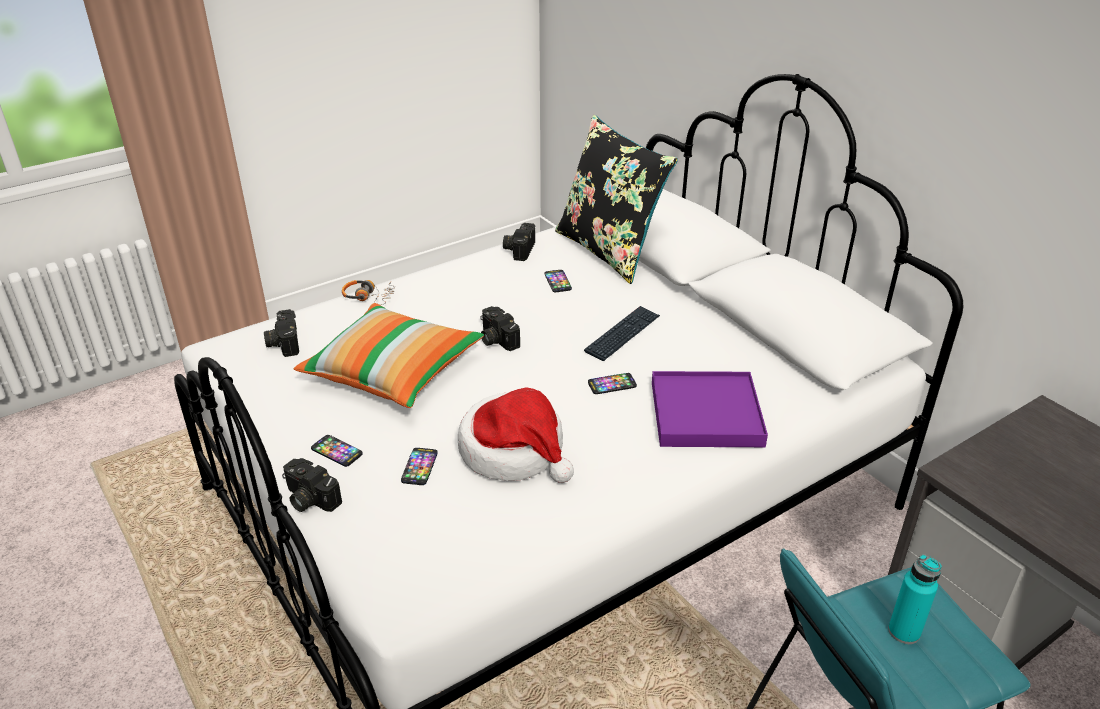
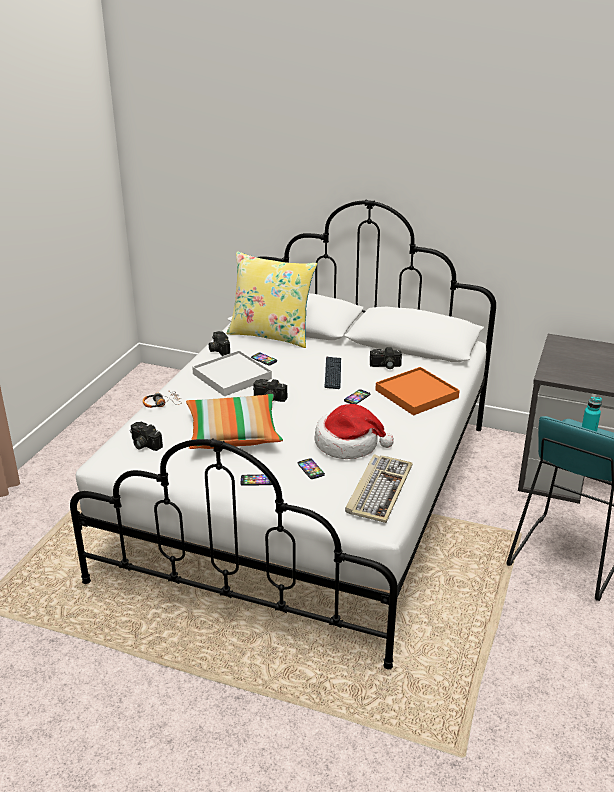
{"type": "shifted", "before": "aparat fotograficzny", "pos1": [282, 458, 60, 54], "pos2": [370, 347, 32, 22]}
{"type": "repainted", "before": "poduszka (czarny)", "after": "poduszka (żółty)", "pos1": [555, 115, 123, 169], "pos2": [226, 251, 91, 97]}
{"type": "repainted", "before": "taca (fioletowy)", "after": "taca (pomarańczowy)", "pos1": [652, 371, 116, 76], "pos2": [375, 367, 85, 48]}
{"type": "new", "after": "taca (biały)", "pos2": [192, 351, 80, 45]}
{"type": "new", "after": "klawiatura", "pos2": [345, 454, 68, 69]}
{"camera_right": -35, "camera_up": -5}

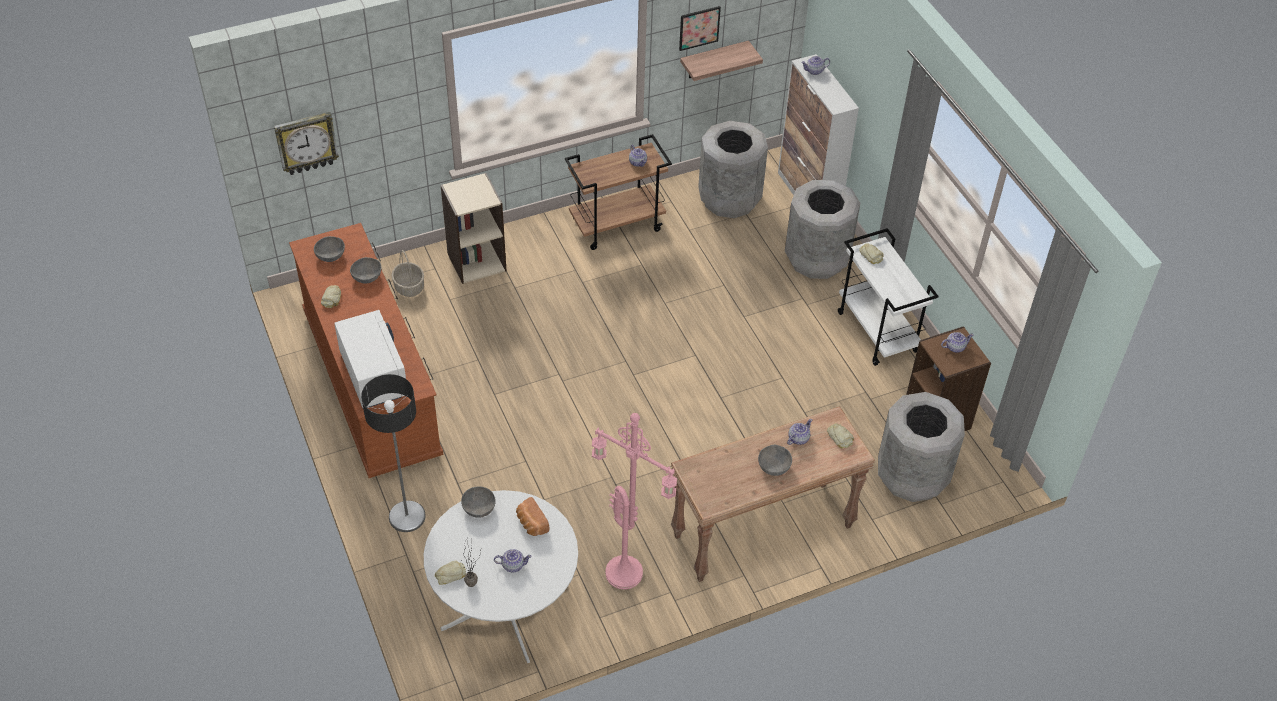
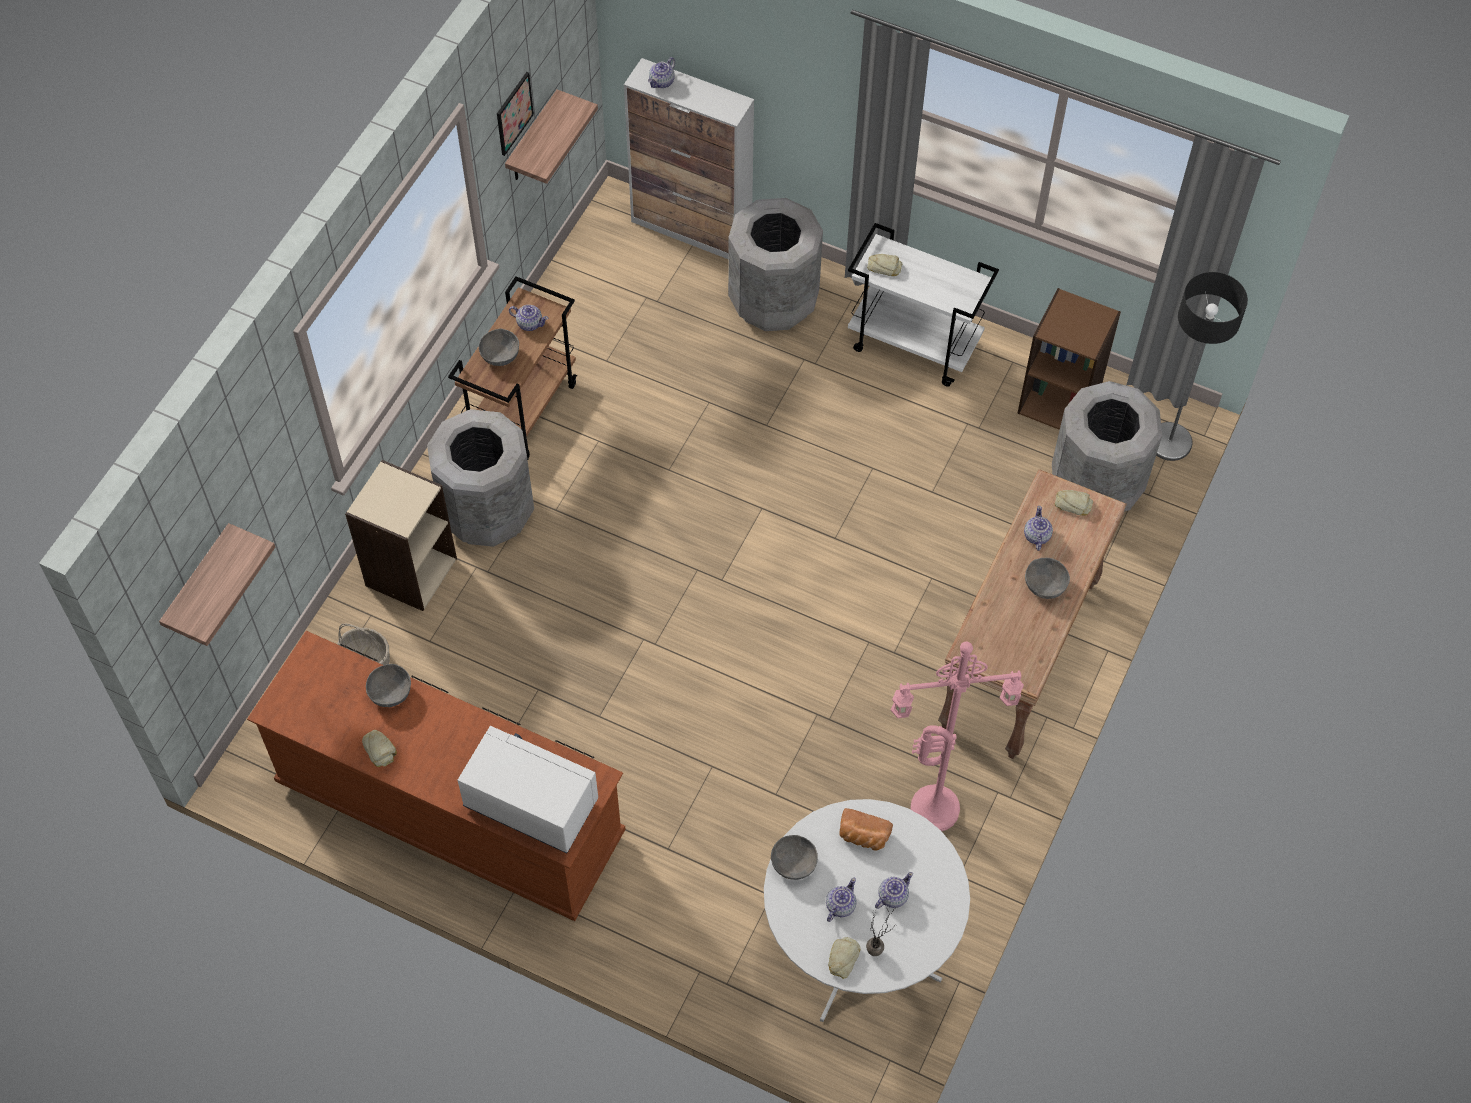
{"type": "swapped", "before": "zegar ścienny", "after": "półka", "pos1": [274, 112, 65, 63], "pos2": [159, 523, 116, 123]}
{"type": "shifted", "before": "miska (szary)", "pos1": [314, 236, 31, 26], "pos2": [479, 329, 40, 37]}
{"type": "shifted", "before": "lampa stojąca", "pos1": [361, 374, 65, 158], "pos2": [1156, 272, 92, 189]}
{"type": "shifted", "before": "kosz na śmieci (szary)", "pos1": [698, 121, 70, 97], "pos2": [427, 409, 107, 138]}
{"type": "shifted", "before": "imbryk", "pos1": [941, 332, 33, 21], "pos2": [826, 878, 31, 44]}
{"camera_right": -40, "camera_up": 10}

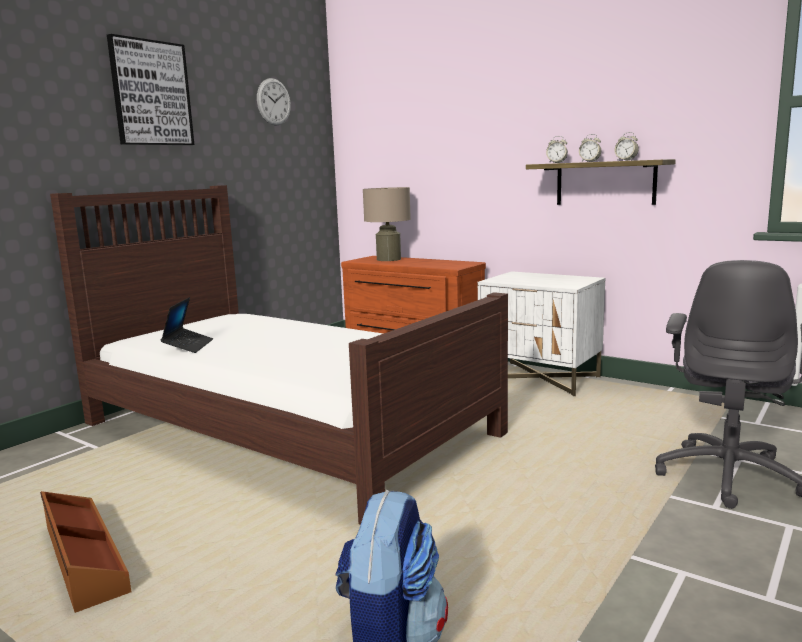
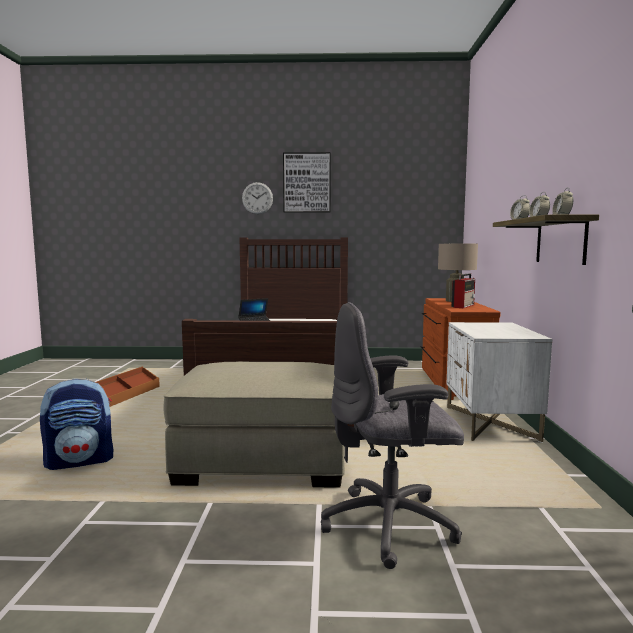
{"type": "shifted", "before": "zegar ścienny", "pos1": [257, 78, 34, 48], "pos2": [242, 182, 31, 32]}
{"type": "new", "after": "pufa (beżowy)", "pos2": [163, 362, 182, 126]}
{"type": "new", "after": "radio", "pos2": [451, 273, 24, 35]}
{"camera_right": 55, "camera_up": -5}

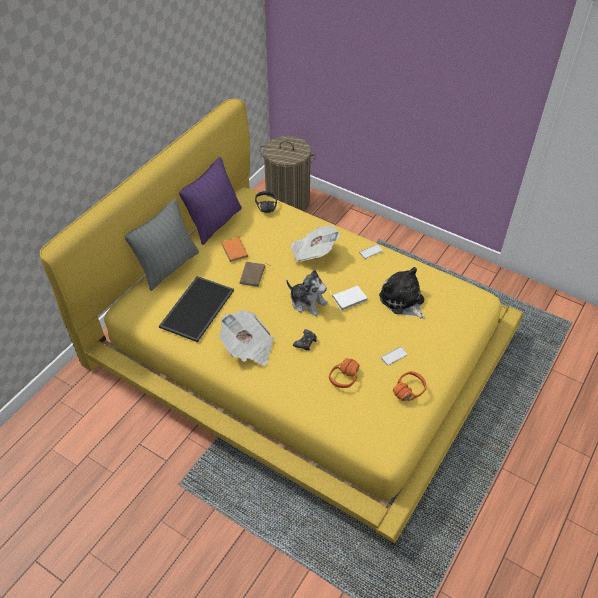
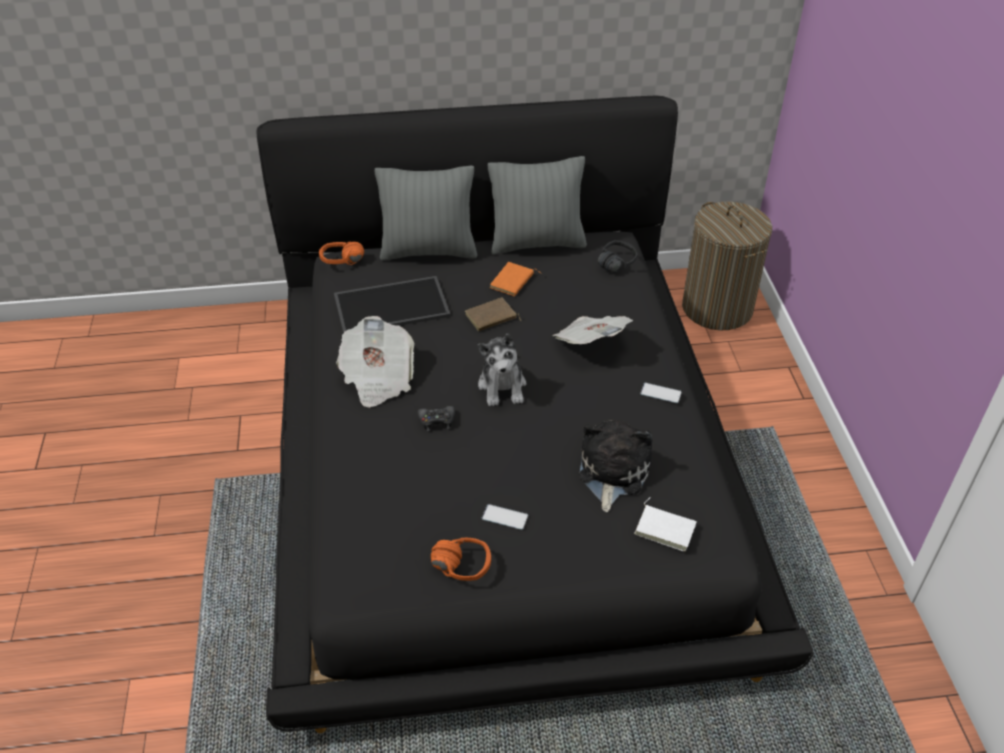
{"type": "repainted", "before": "łóżko (żółty)", "after": "łóżko (czarny)", "pos1": [40, 99, 484, 444], "pos2": [257, 96, 557, 637]}
{"type": "repainted", "before": "poduszka (fioletowy)", "after": "poduszka (szary)", "pos1": [179, 157, 63, 88], "pos2": [488, 156, 99, 99]}
{"type": "shifted", "before": "słuchawki (pomarańczowy)", "pos1": [329, 358, 30, 30], "pos2": [319, 242, 45, 23]}
{"type": "shifted", "before": "książka (biały)", "pos1": [330, 285, 37, 26], "pos2": [634, 497, 63, 55]}
{"camera_right": 50, "camera_up": -5}

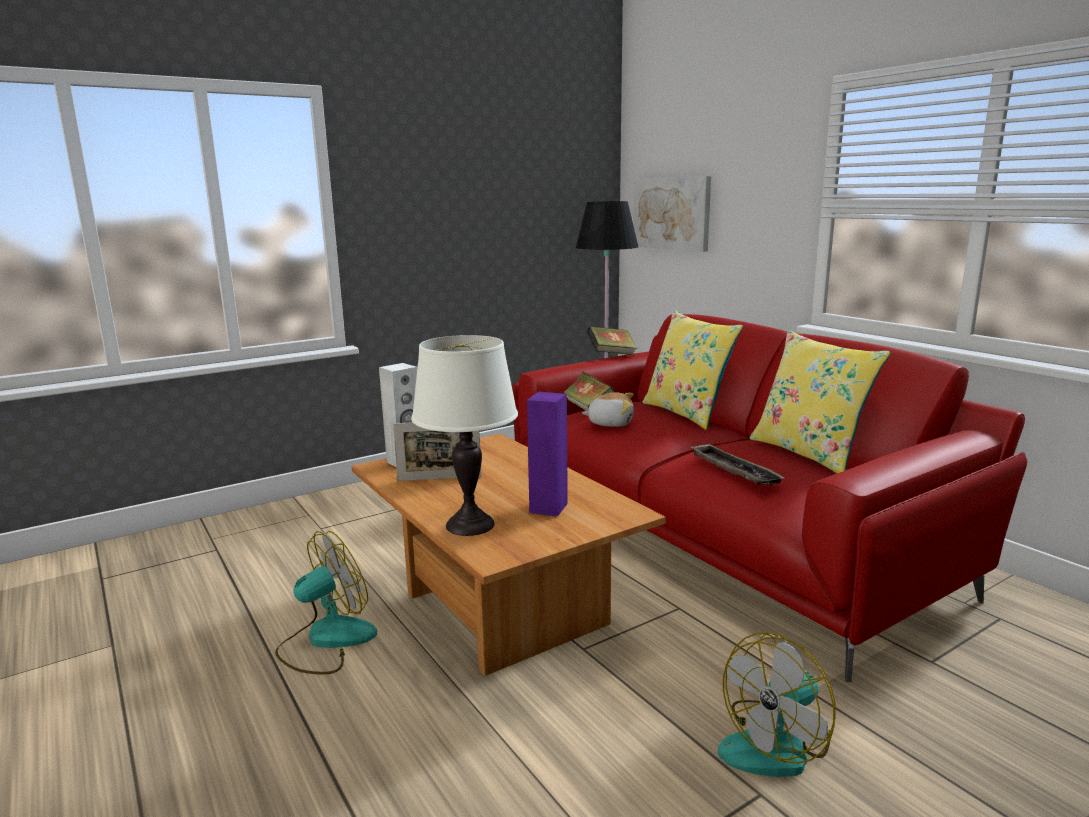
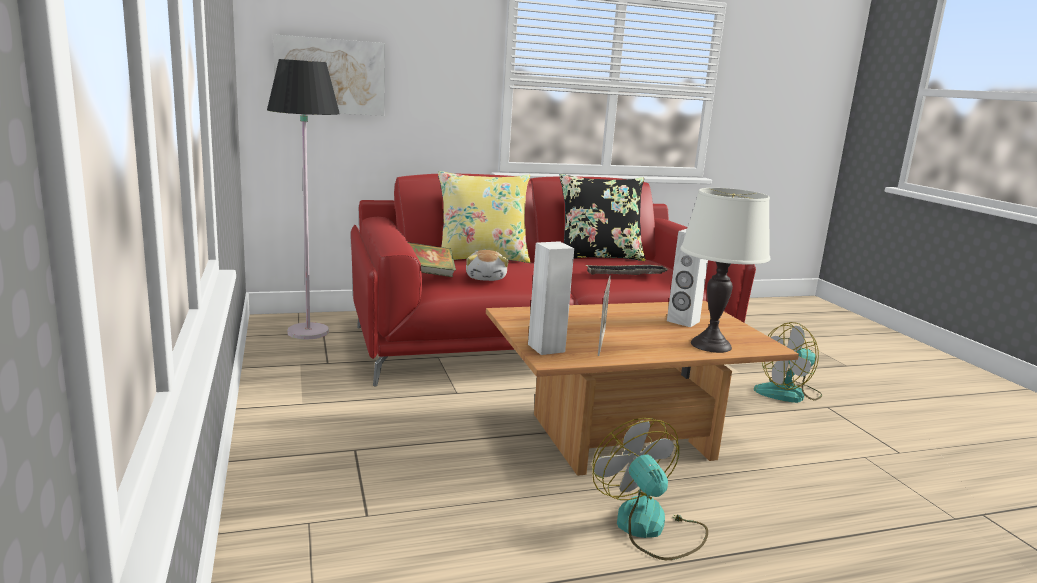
{"type": "repainted", "before": "głośnik (fioletowy)", "after": "głośnik (biały)", "pos1": [527, 392, 41, 125], "pos2": [667, 229, 41, 98]}
{"type": "rotated", "before": "pluszak", "pos1": [582, 393, 52, 34], "pos2": [466, 250, 43, 31], "turn": 150}
{"type": "gone", "before": "książka", "pos1": [587, 326, 50, 29]}
{"type": "rotated", "before": "wentylator", "pos1": [718, 632, 117, 145], "pos2": [754, 322, 68, 81], "turn": 90}
{"type": "repainted", "before": "poduszka (żółty)", "after": "poduszka (czarny)", "pos1": [750, 331, 141, 142], "pos2": [560, 174, 86, 87]}
{"camera_right": -75, "camera_up": 0}

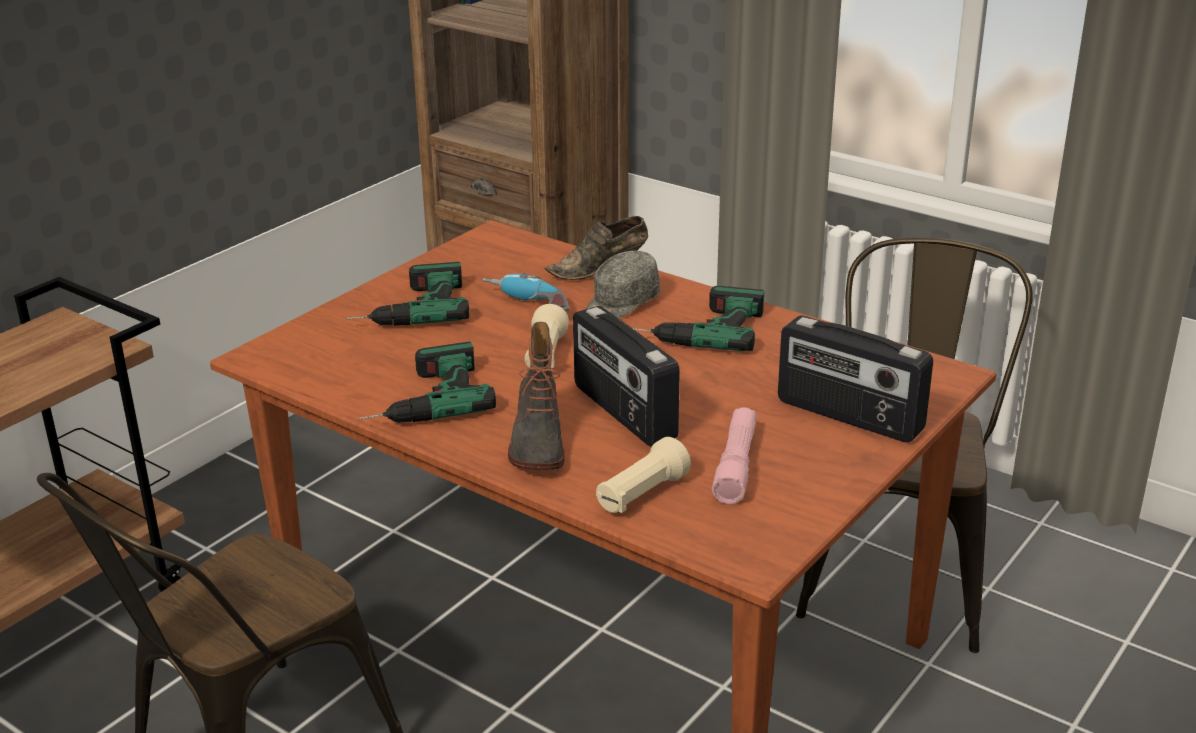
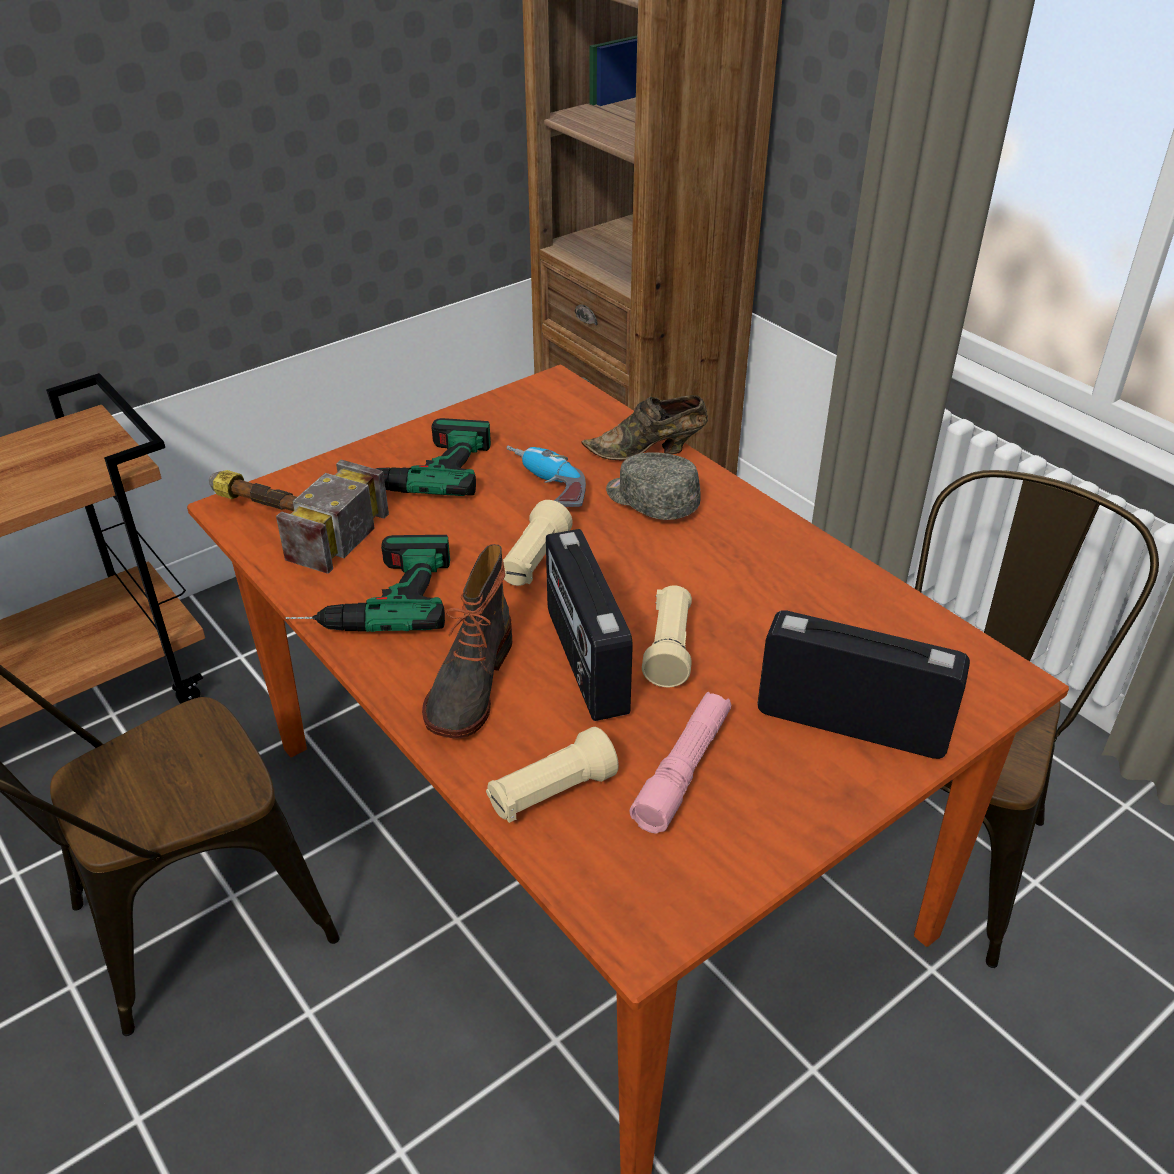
{"type": "rotated", "before": "czapka z daszkiem (szary)", "pos1": [586, 251, 74, 67], "pos2": [606, 452, 94, 68], "turn": 75}
{"type": "gone", "before": "wiertarka", "pos1": [632, 286, 132, 65]}
{"type": "rotated", "before": "radio", "pos1": [778, 316, 155, 127], "pos2": [757, 610, 213, 149], "turn": 150}
{"type": "new", "after": "młotek", "pos2": [209, 460, 180, 114]}
{"type": "new", "after": "latarka (beżowy)", "pos2": [642, 586, 50, 101]}
{"camera_right": 15, "camera_up": 10}

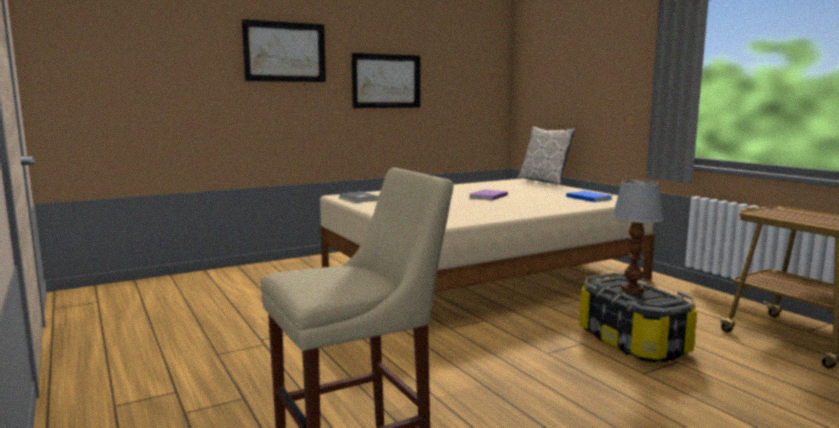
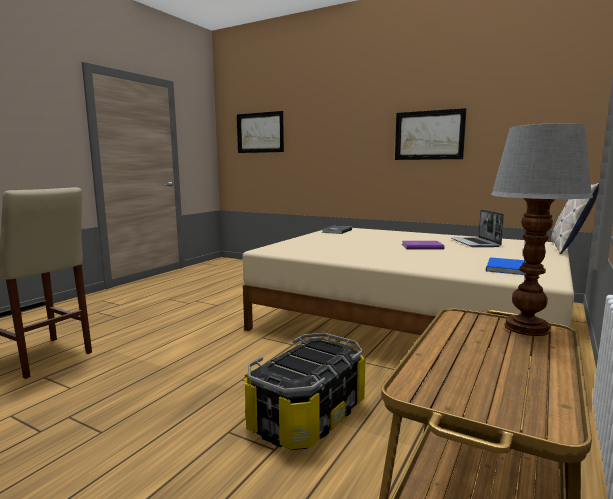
{"type": "shifted", "before": "obraz", "pos1": [242, 19, 84, 63], "pos2": [237, 111, 47, 42]}
{"type": "shifted", "before": "lampa stołowa", "pos1": [612, 180, 51, 113], "pos2": [491, 123, 102, 213]}
{"type": "new", "after": "laptop", "pos2": [451, 209, 53, 38]}
{"camera_right": 60, "camera_up": 0}

